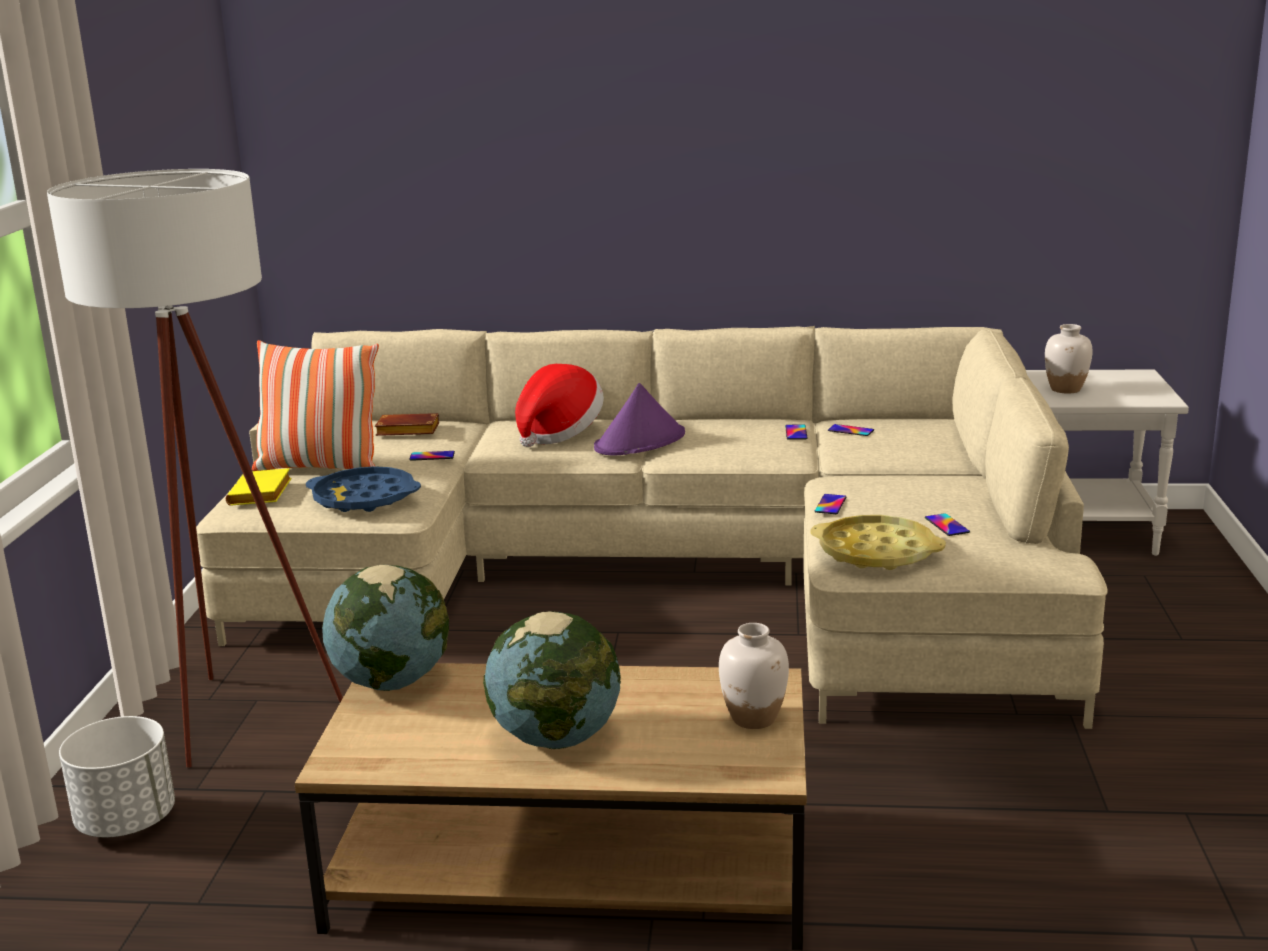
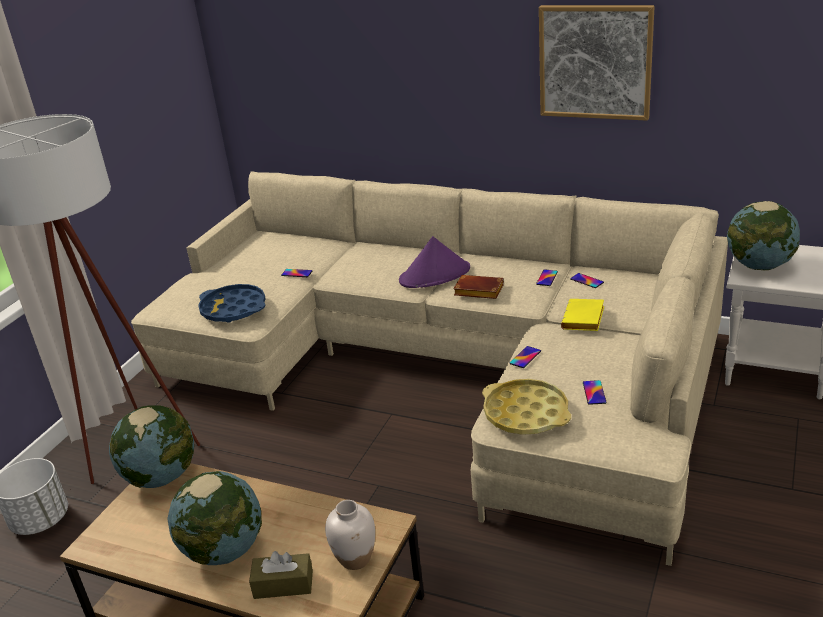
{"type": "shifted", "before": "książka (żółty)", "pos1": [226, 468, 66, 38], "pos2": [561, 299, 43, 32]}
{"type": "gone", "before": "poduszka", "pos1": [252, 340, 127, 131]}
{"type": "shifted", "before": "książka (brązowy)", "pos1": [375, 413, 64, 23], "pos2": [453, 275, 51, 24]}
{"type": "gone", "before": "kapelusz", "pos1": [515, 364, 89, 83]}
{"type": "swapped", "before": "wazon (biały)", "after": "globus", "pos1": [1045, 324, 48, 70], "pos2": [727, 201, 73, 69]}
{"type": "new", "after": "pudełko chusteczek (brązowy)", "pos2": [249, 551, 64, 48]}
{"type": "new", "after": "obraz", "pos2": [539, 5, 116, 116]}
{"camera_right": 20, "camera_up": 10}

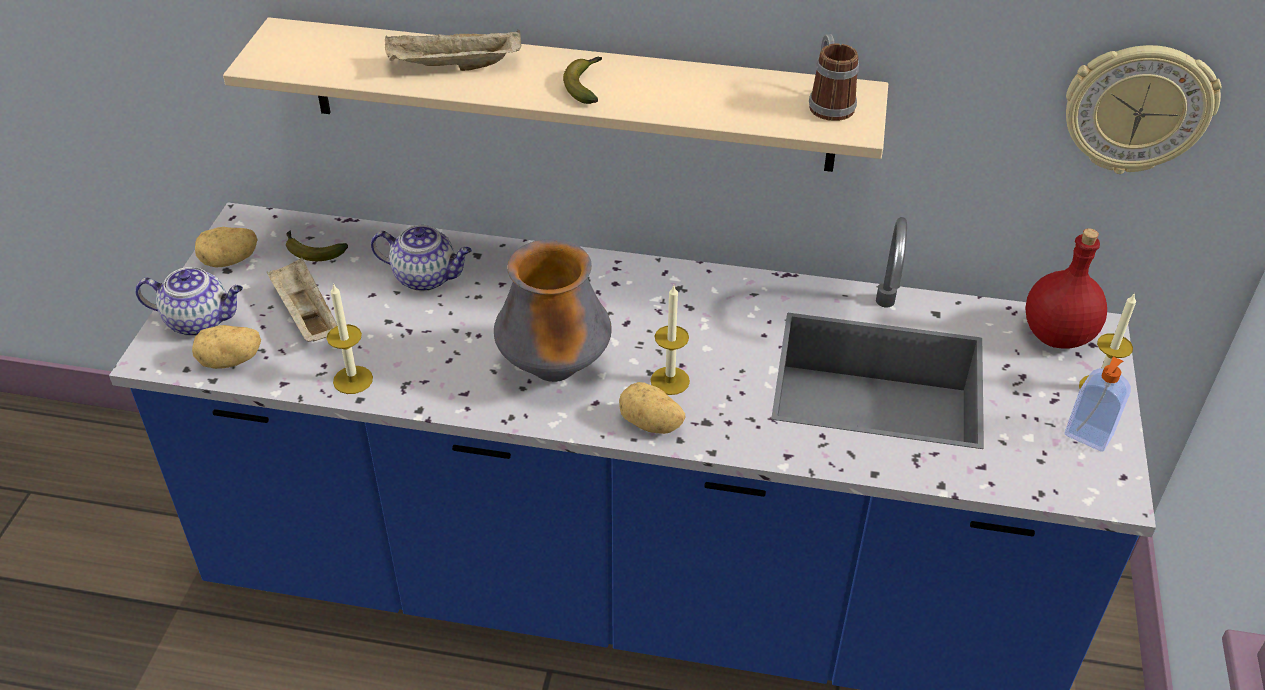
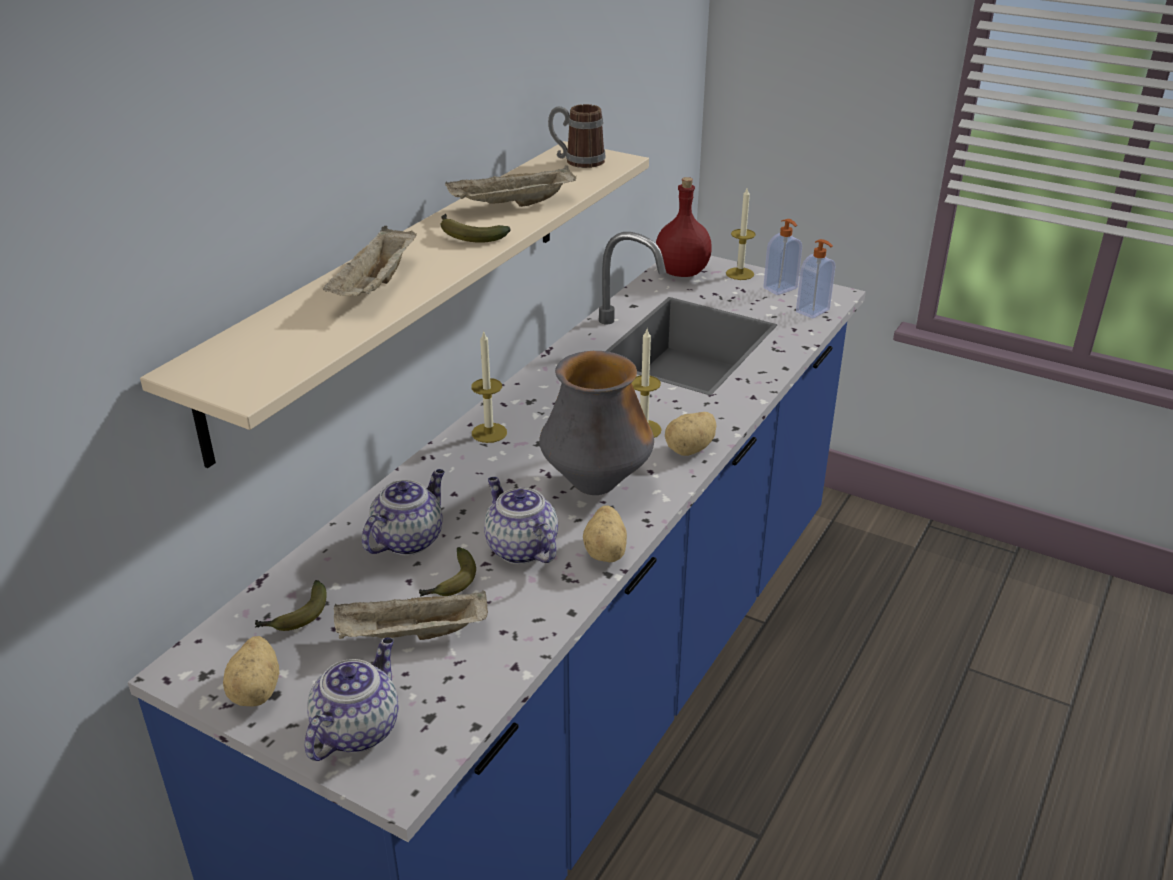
{"type": "shifted", "before": "ziemniak", "pos1": [192, 325, 69, 44], "pos2": [583, 505, 44, 57]}
{"type": "shifted", "before": "świeca", "pos1": [327, 283, 46, 111], "pos2": [471, 330, 36, 113]}
{"type": "gone", "before": "zegar ścienny", "pos1": [1066, 45, 156, 129]}
{"type": "new", "after": "banan", "pos2": [419, 547, 57, 49]}
{"type": "new", "after": "taca (beżowy)", "pos2": [445, 166, 131, 41]}
{"type": "new", "after": "imbryk", "pos2": [484, 477, 74, 87]}
{"type": "new", "after": "dozownik mydła", "pos2": [796, 239, 39, 80]}
{"camera_right": -70, "camera_up": -10}

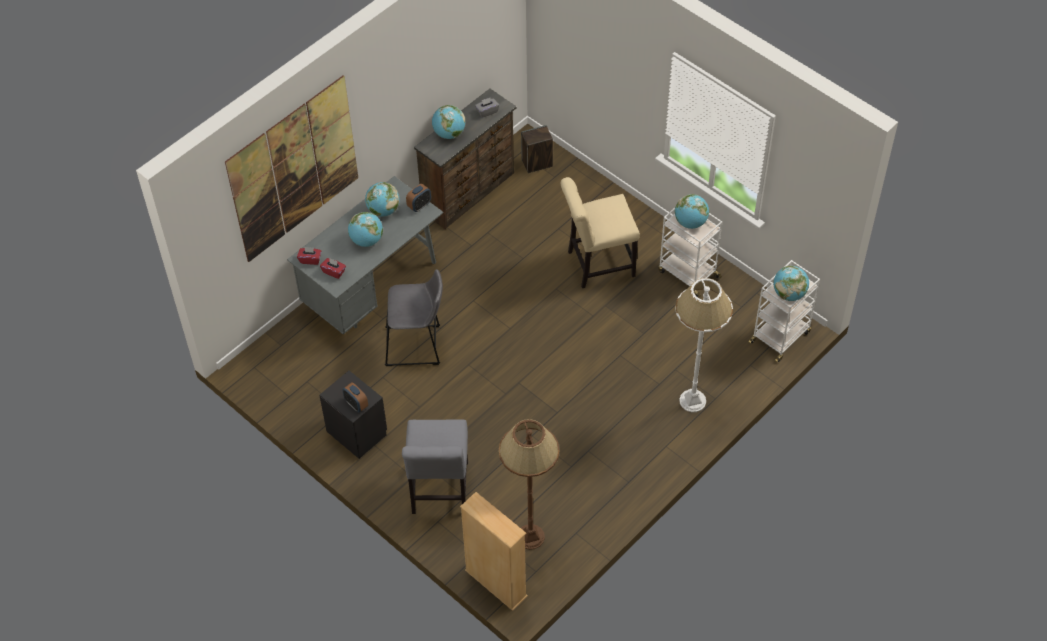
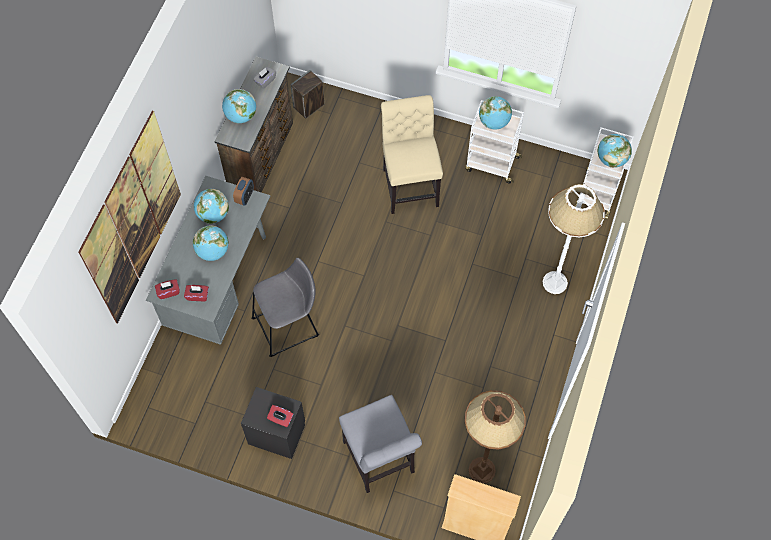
{"type": "swapped", "before": "budzik", "after": "pudełko chusteczek (czerwony)", "pos1": [343, 382, 25, 31], "pos2": [267, 405, 27, 22]}
{"type": "rotated", "before": "krzesło (beżowy)", "pos1": [561, 177, 79, 111], "pos2": [381, 95, 62, 119], "turn": 120}
{"camera_right": -25, "camera_up": 10}

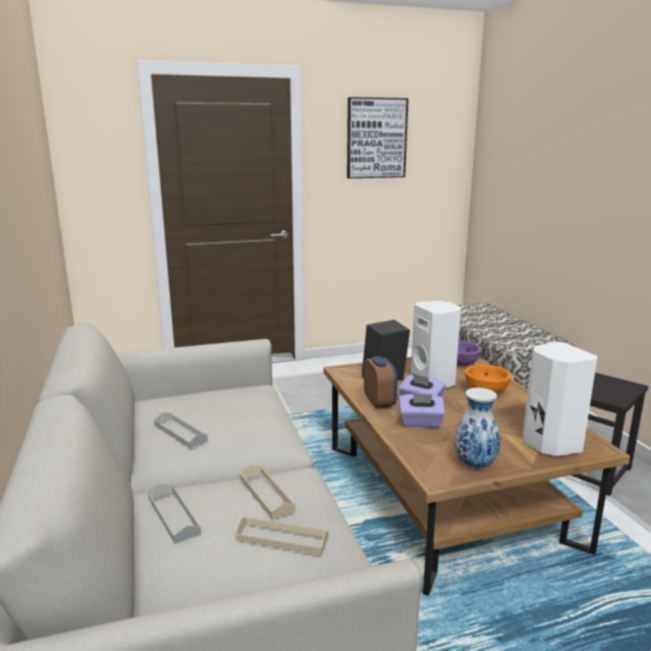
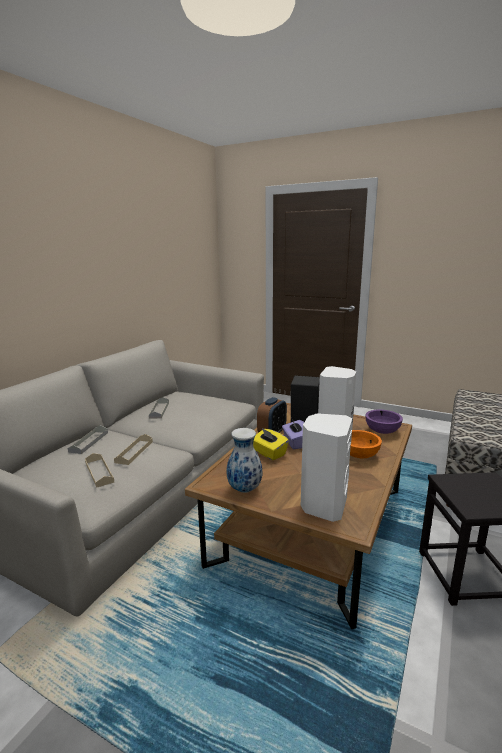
{"type": "gone", "before": "obraz", "pos1": [347, 97, 61, 81]}
{"type": "repainted", "before": "pudełko chusteczek (fioletowy)", "after": "pudełko chusteczek (żółty)", "pos1": [399, 393, 46, 35], "pos2": [253, 428, 36, 32]}
{"camera_right": 45, "camera_up": 0}

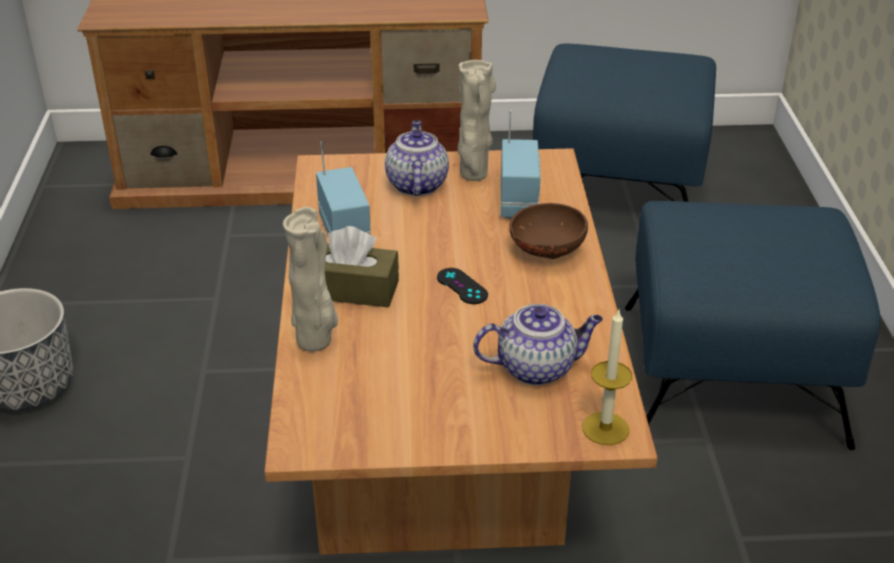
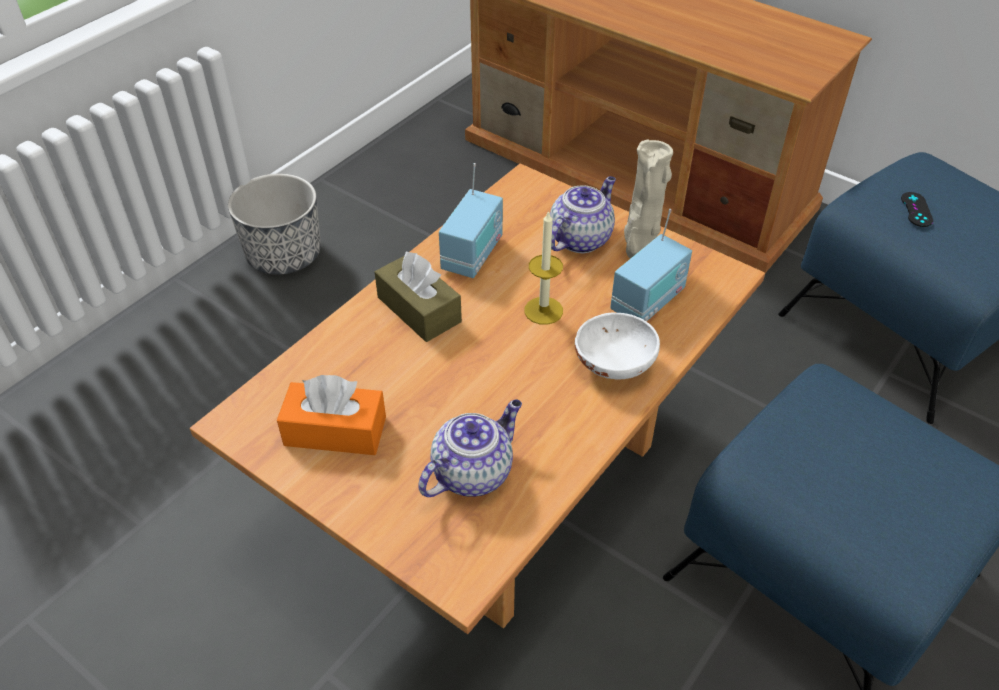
{"type": "gone", "before": "wazon (beżowy)", "pos1": [283, 207, 55, 145]}
{"type": "shifted", "before": "pad do gier (czarny)", "pos1": [437, 268, 51, 36], "pos2": [901, 192, 32, 35]}
{"type": "rotated", "before": "imbryk", "pos1": [473, 304, 130, 81], "pos2": [418, 399, 104, 98], "turn": -75}
{"type": "repainted", "before": "miska (brązowy)", "after": "miska (biały)", "pos1": [510, 203, 78, 56], "pos2": [575, 313, 85, 66]}
{"type": "shifted", "before": "świeca", "pos1": [582, 310, 50, 135], "pos2": [525, 210, 38, 115]}
{"type": "new", "after": "pudełko chusteczek (pomarańczowy)", "pos2": [277, 375, 109, 80]}
{"camera_right": 40, "camera_up": 10}

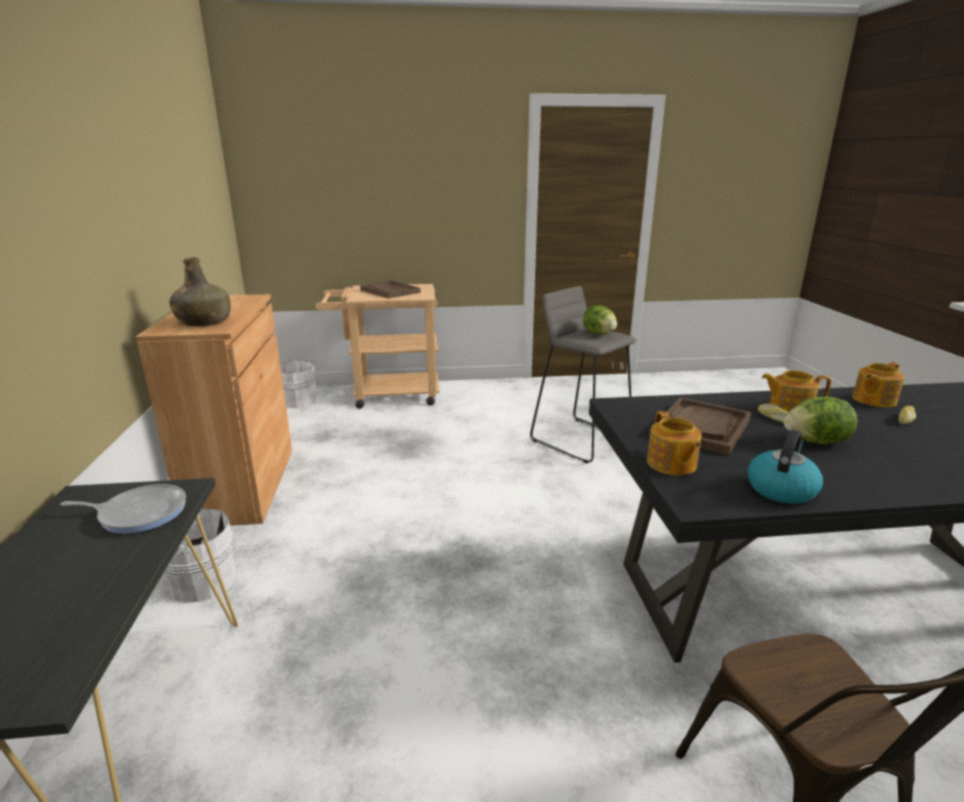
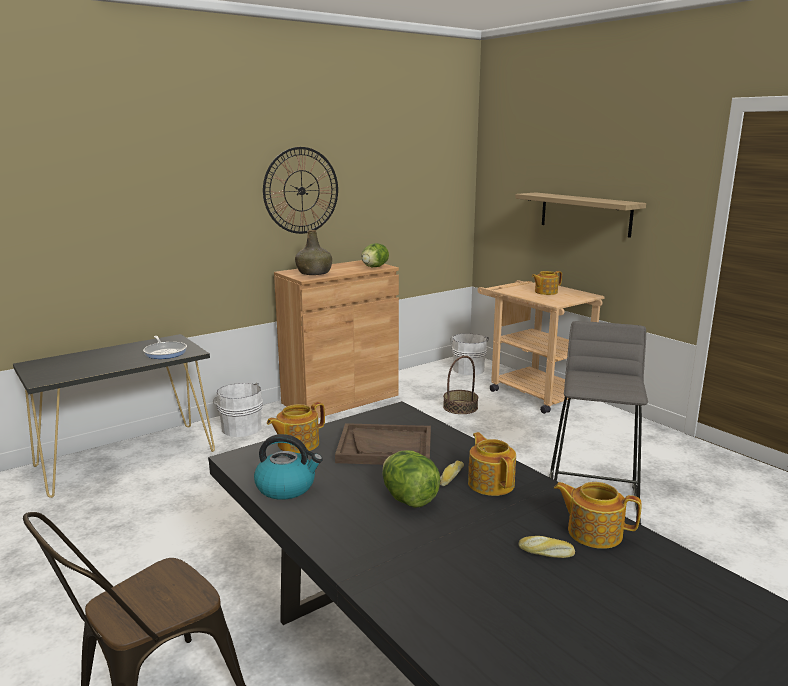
{"type": "swapped", "before": "taca (brązowy)", "after": "imbryk", "pos1": [360, 281, 61, 18], "pos2": [532, 271, 30, 24]}
{"type": "shifted", "before": "sałata", "pos1": [583, 305, 34, 29], "pos2": [362, 243, 27, 24]}
{"type": "new", "after": "zegar ścienny", "pos2": [263, 147, 75, 87]}
{"type": "new", "after": "koszyk", "pos2": [443, 356, 35, 58]}
{"type": "new", "after": "półka", "pos2": [515, 192, 131, 46]}
{"camera_right": 60, "camera_up": -5}

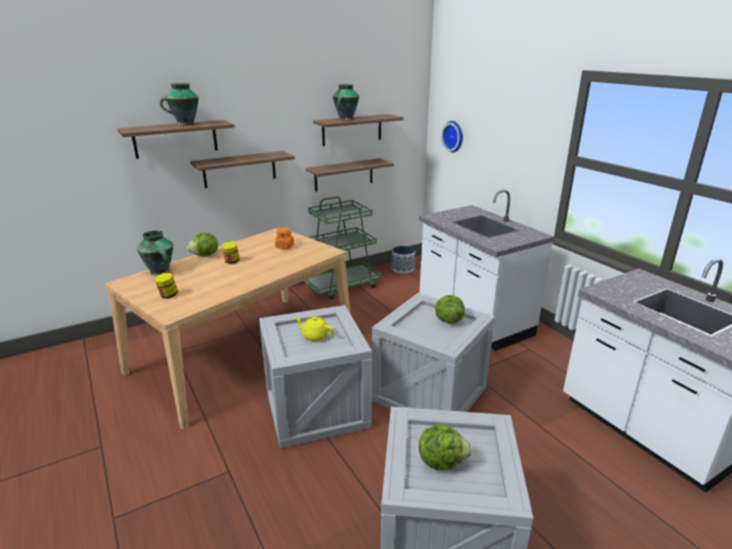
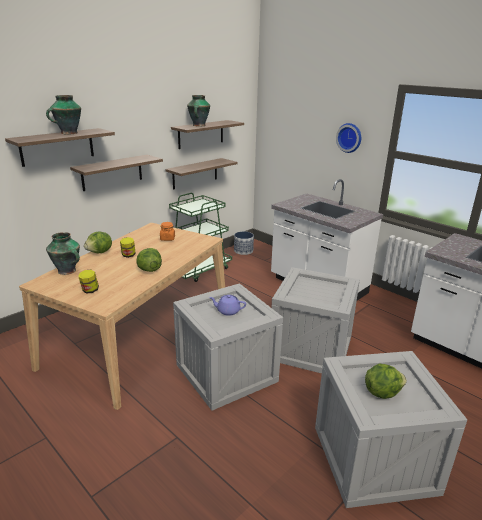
{"type": "repainted", "before": "imbryk (żółty)", "after": "imbryk (fioletowy)", "pos1": [294, 317, 40, 24], "pos2": [209, 295, 37, 21]}
{"type": "shifted", "before": "sałata", "pos1": [435, 295, 30, 29], "pos2": [136, 248, 26, 24]}
{"type": "shifted", "before": "zegar ścienny", "pos1": [441, 121, 22, 32], "pos2": [336, 123, 25, 30]}
{"camera_right": -15, "camera_up": 0}

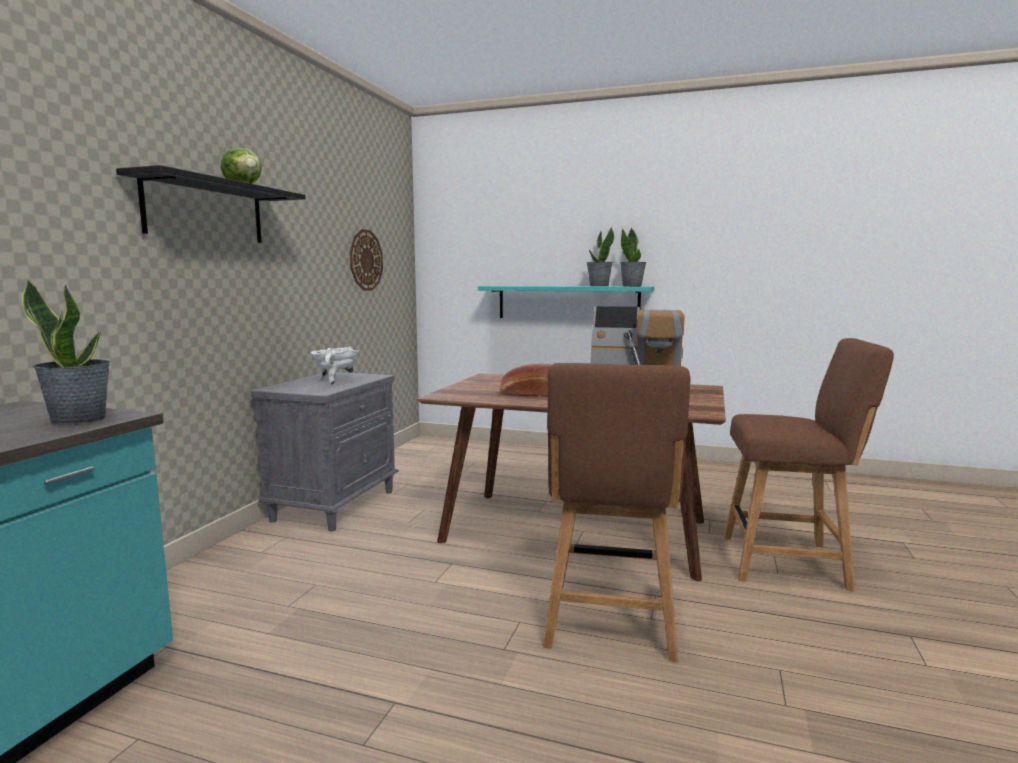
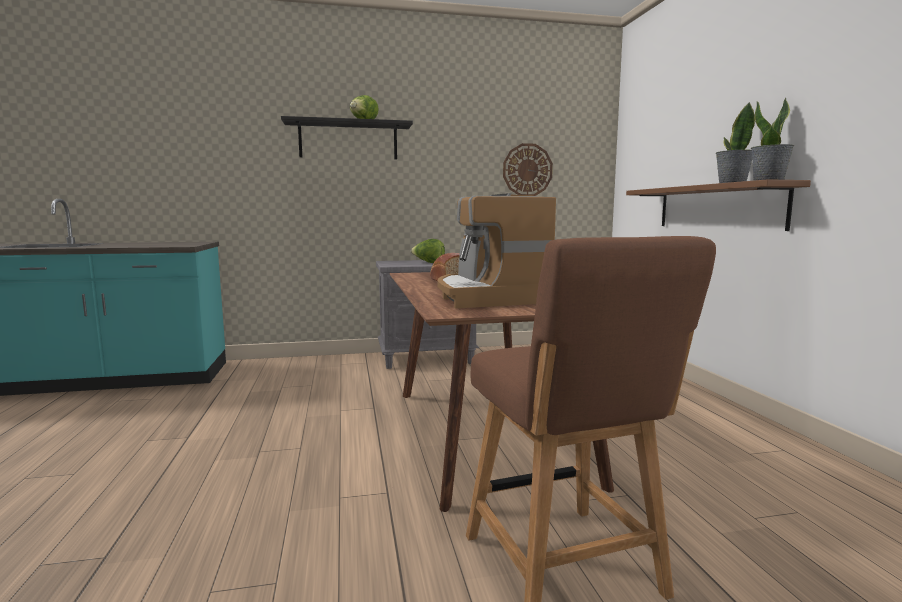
{"type": "gone", "before": "roślina doniczkowa", "pos1": [22, 279, 88, 146]}
{"type": "swapped", "before": "garnek (biały)", "after": "sałata", "pos1": [310, 347, 49, 38], "pos2": [411, 239, 34, 24]}
{"type": "repainted", "before": "półka (turkusowy)", "after": "półka (brązowy)", "pos1": [478, 286, 176, 32], "pos2": [626, 179, 185, 52]}
{"type": "gone", "before": "krzesło (brązowy)", "pos1": [543, 363, 148, 299]}
{"camera_right": 60, "camera_up": 0}

